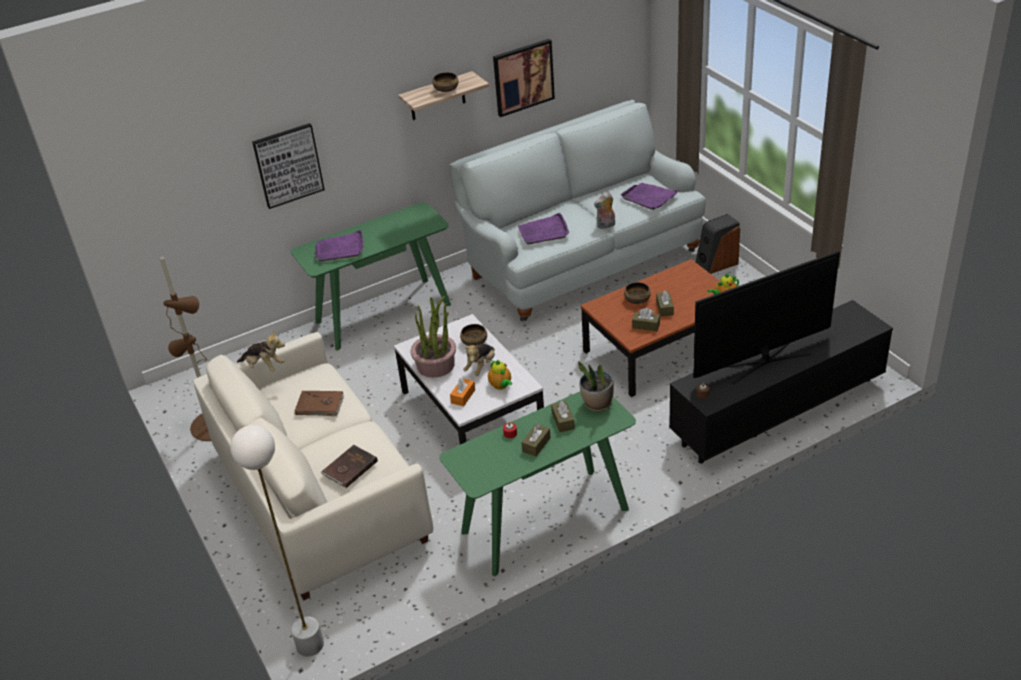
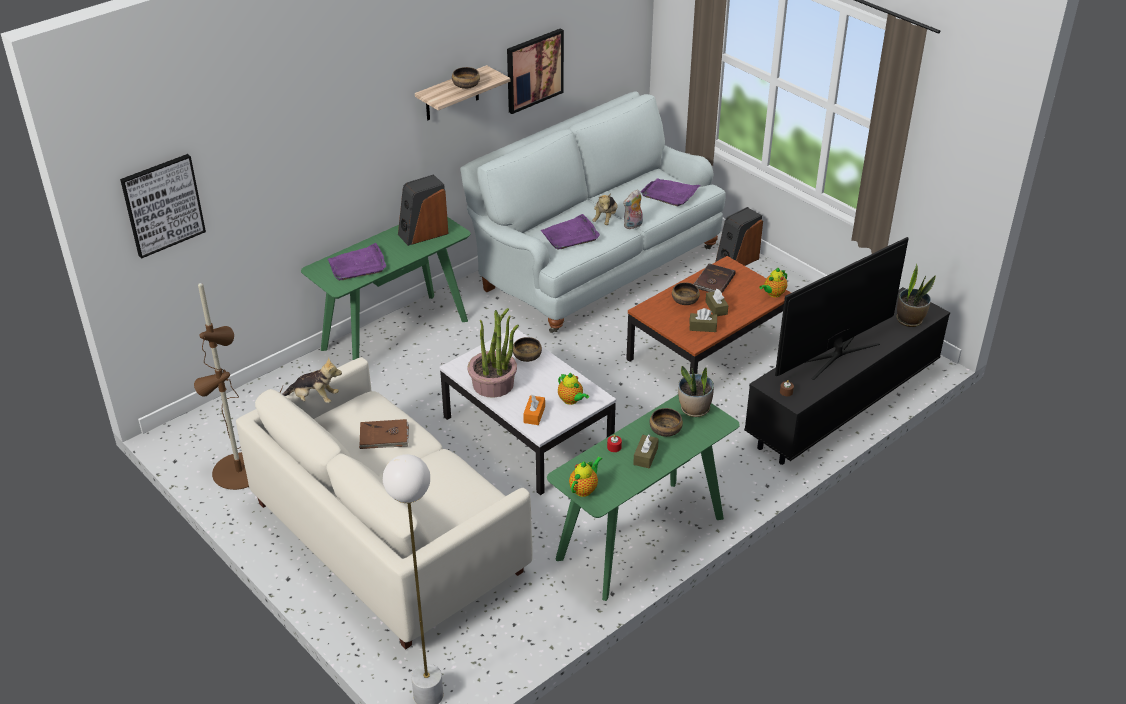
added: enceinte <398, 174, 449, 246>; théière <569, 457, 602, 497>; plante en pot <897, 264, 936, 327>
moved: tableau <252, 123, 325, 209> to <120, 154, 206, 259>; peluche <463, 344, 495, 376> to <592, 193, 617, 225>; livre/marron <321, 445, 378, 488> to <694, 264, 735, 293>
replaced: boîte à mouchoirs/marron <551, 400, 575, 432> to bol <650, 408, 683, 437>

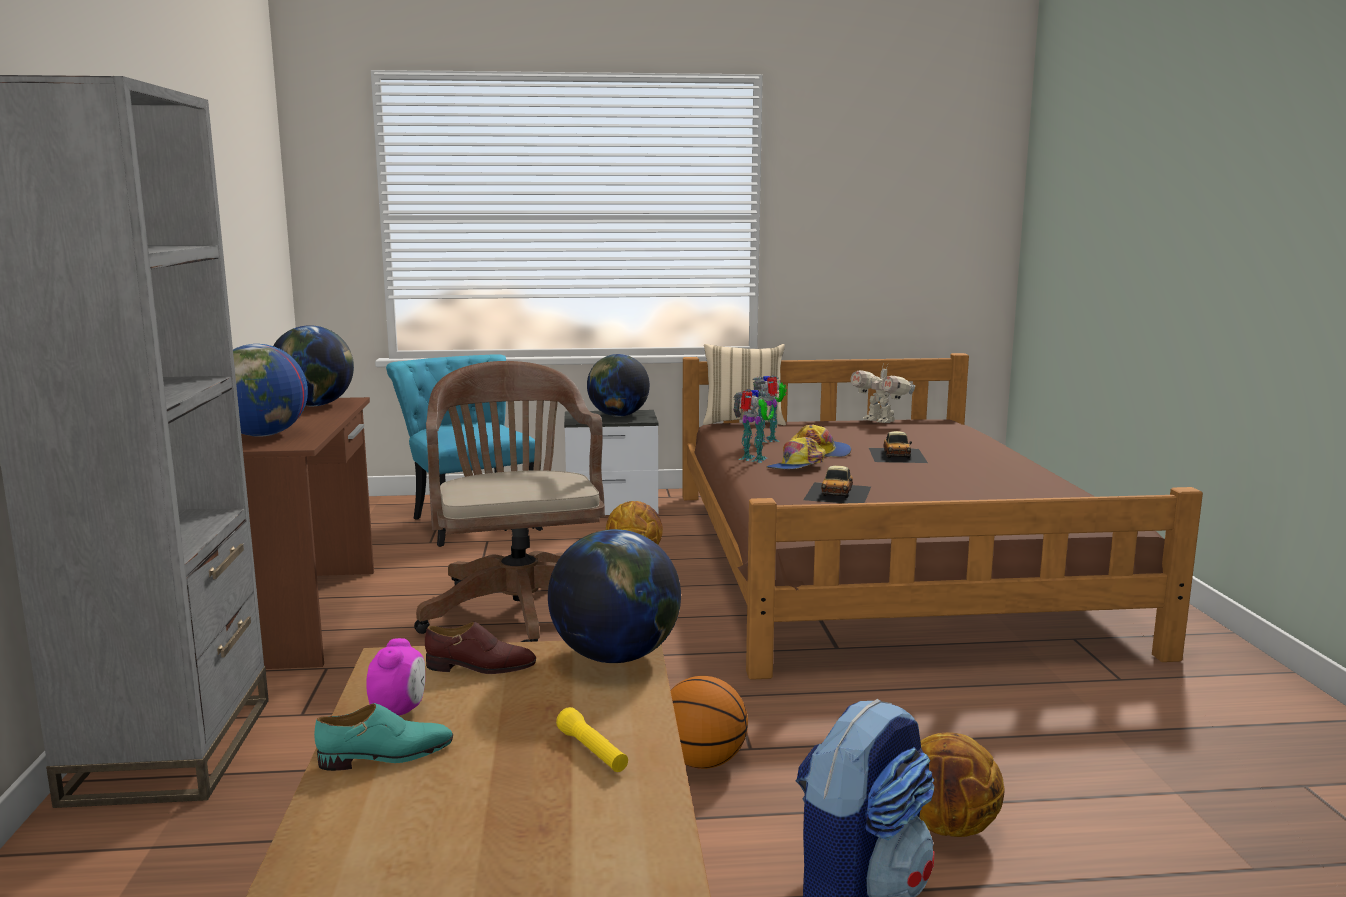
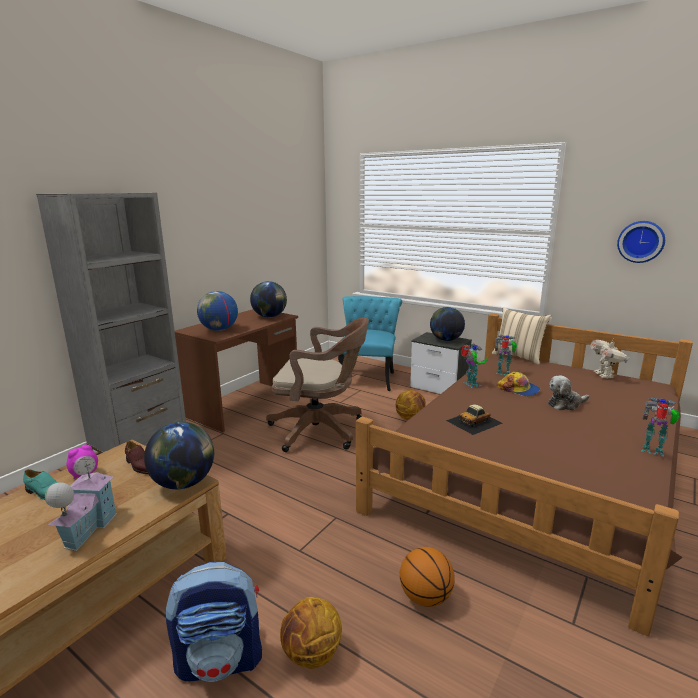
removed: casquette <766, 437, 826, 469>
added: horloge murale <617, 221, 665, 263>; robot jouet <641, 397, 680, 456>
moved: ballon de basket <670, 676, 748, 769> to <400, 547, 455, 607>
replaced: lampe de poche/jaune <556, 707, 628, 772> to maison miniature <45, 456, 117, 551>; petite voiture <869, 431, 928, 463> to peluche <548, 376, 589, 410>
turned: chaise de bureau/marron <414, 361, 605, 642> = <266, 318, 369, 452> 75 degrees clockwise

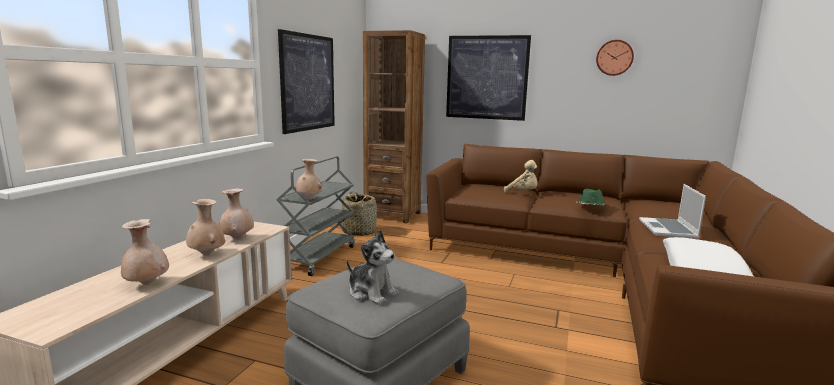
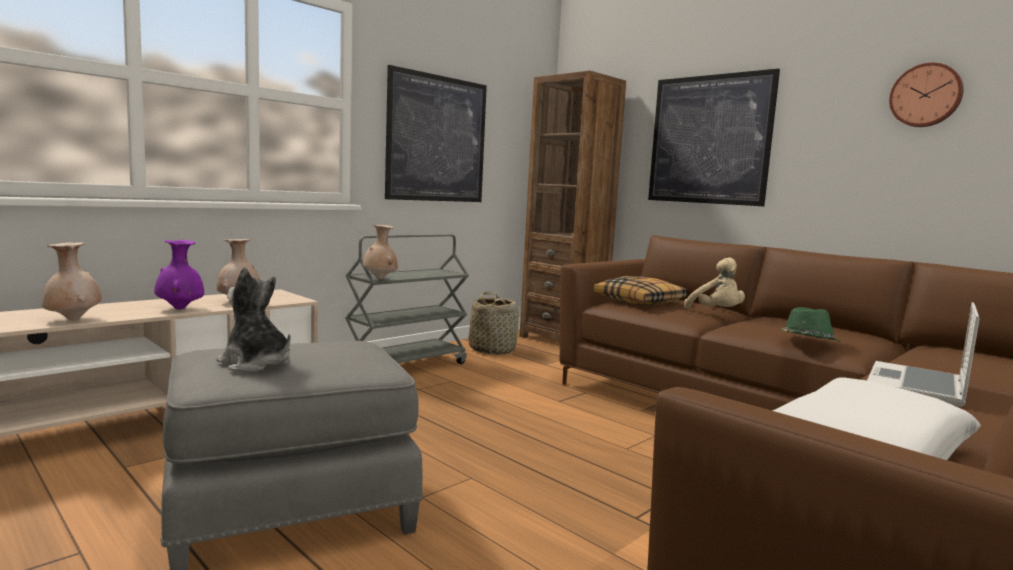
added: coussin <594, 276, 687, 305>
recoloured: vase/beige <186, 199, 225, 256> to vase/violet <154, 240, 204, 310>
turned: peluche <346, 230, 399, 304> = <217, 267, 290, 372> 150 degrees clockwise

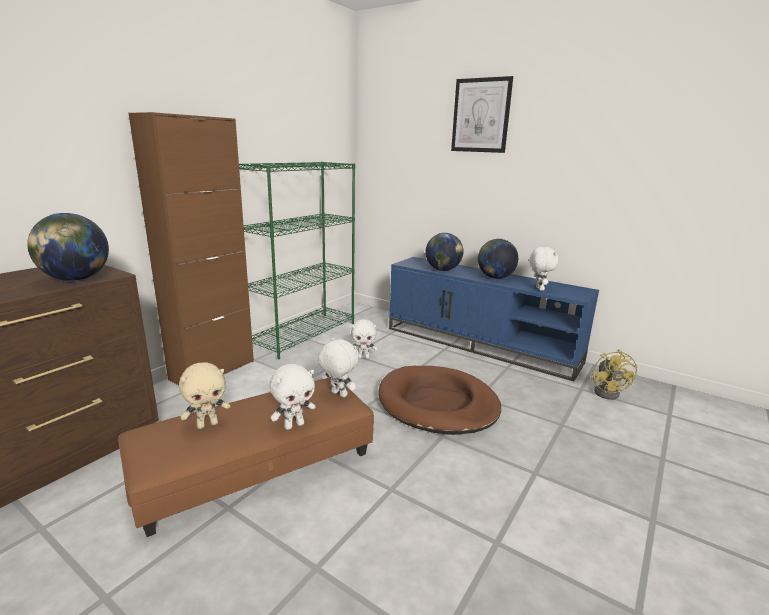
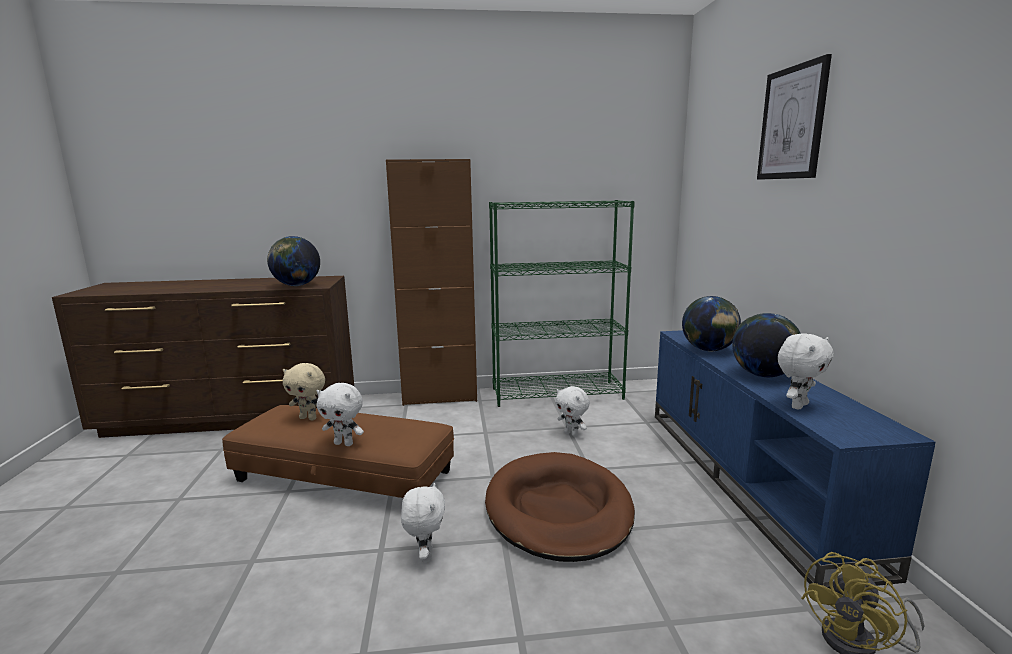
moved: peluche/blanc <318, 337, 359, 397> to <401, 482, 445, 562>

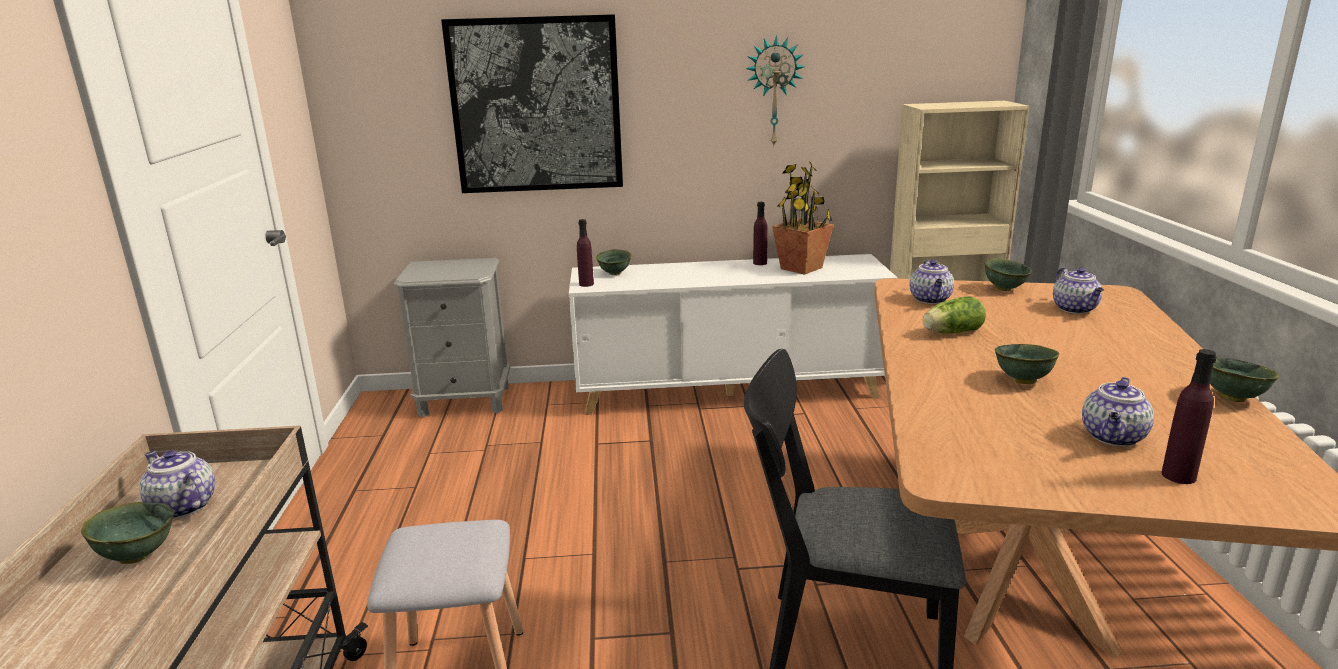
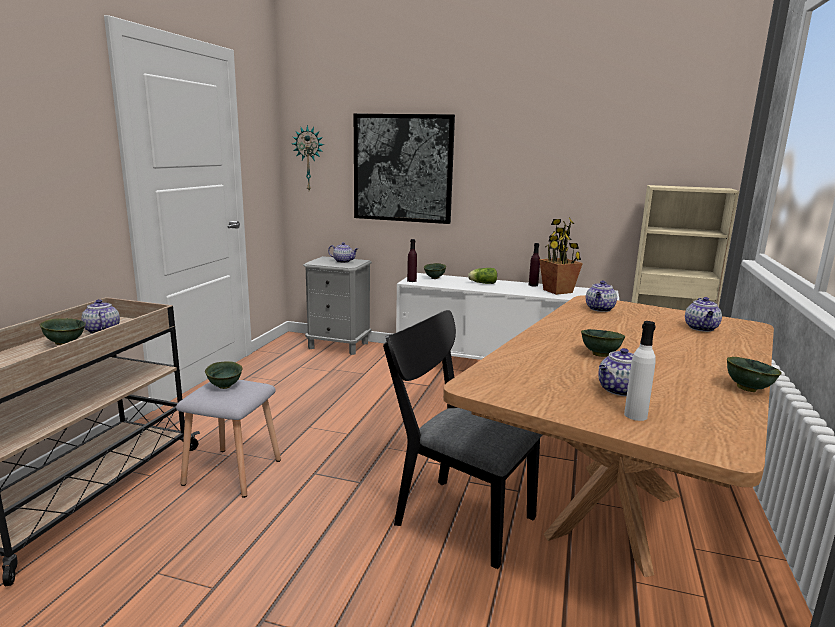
added: théière <328, 242, 358, 263>
moved: bol/vert <985, 258, 1032, 291> to <205, 361, 243, 389>; horloge murale <746, 35, 805, 148> to <292, 125, 324, 190>; laitue <922, 297, 986, 333> to <468, 268, 497, 284>
recoloured: bouteille/violet <1162, 349, 1217, 484> to bouteille/blanc <624, 321, 656, 421>

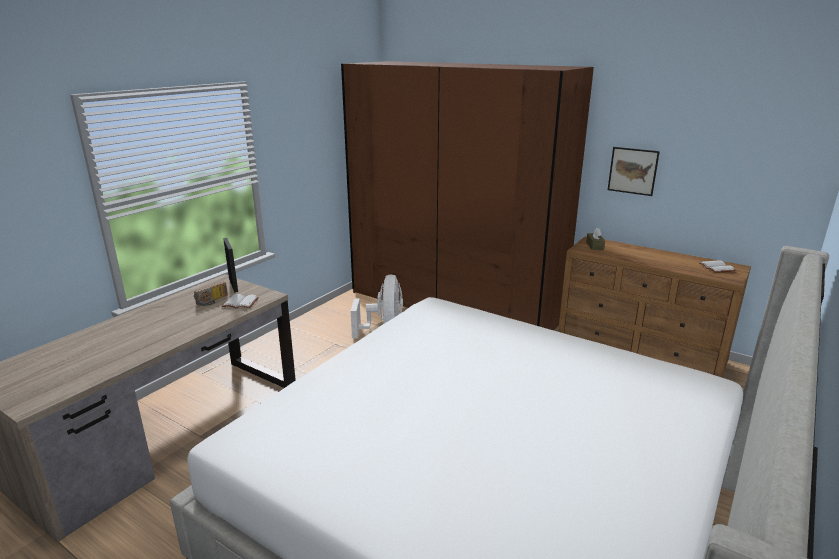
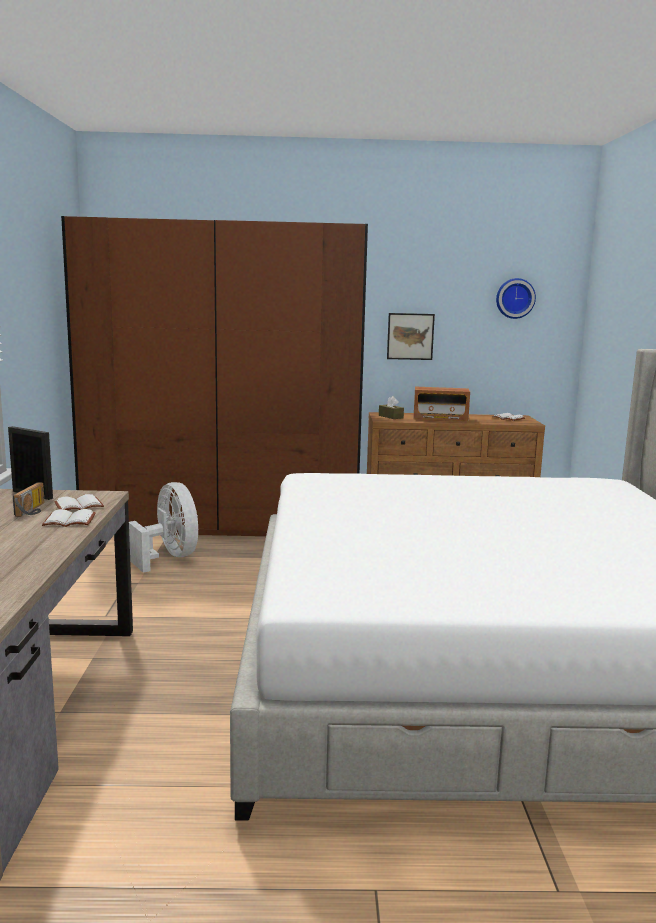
added: livre/blanc <42, 509, 96, 527>; radio <414, 387, 470, 422>; horloge murale <496, 278, 536, 319>

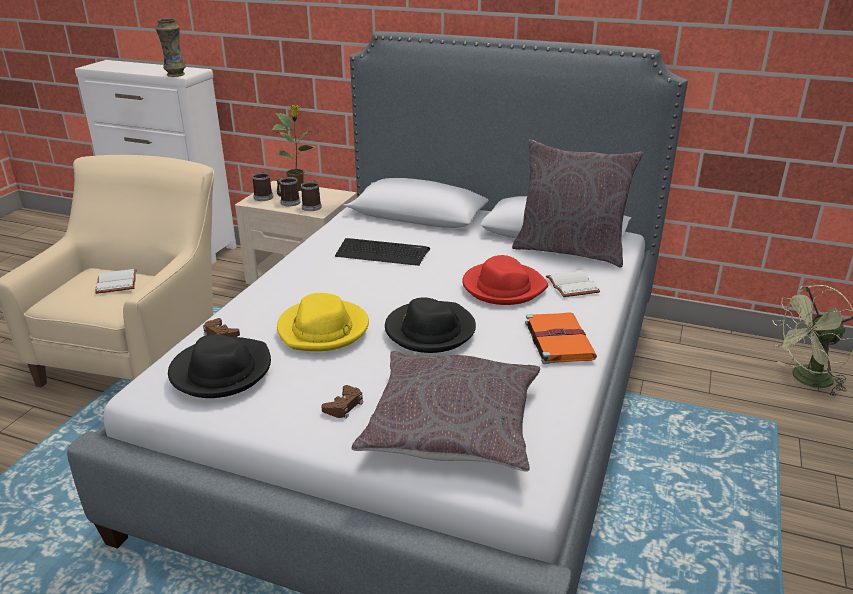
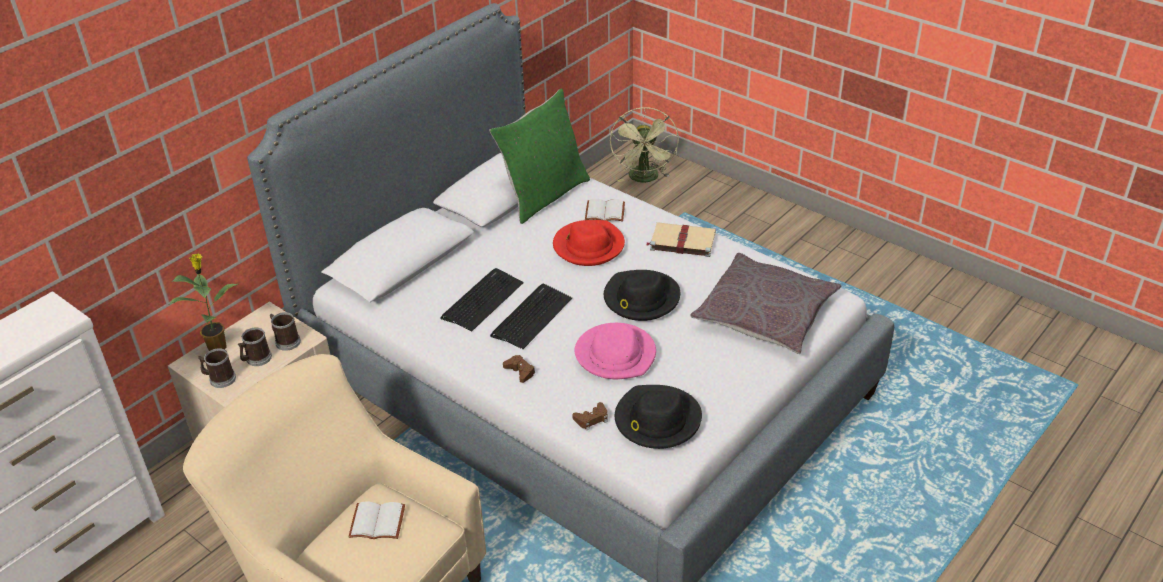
removed: vase <155, 18, 186, 77>
added: clavier <490, 284, 572, 349>
moved: manette/marron <321, 385, 363, 418> to <503, 355, 535, 383>
recoloured: coussin/gris <512, 139, 643, 267> to coussin/vert <489, 89, 590, 224>; chapeau/jaune <277, 293, 369, 352> to chapeau/rose <575, 323, 656, 379>; livre/orange <525, 312, 597, 364> to livre/beige <646, 222, 716, 257>

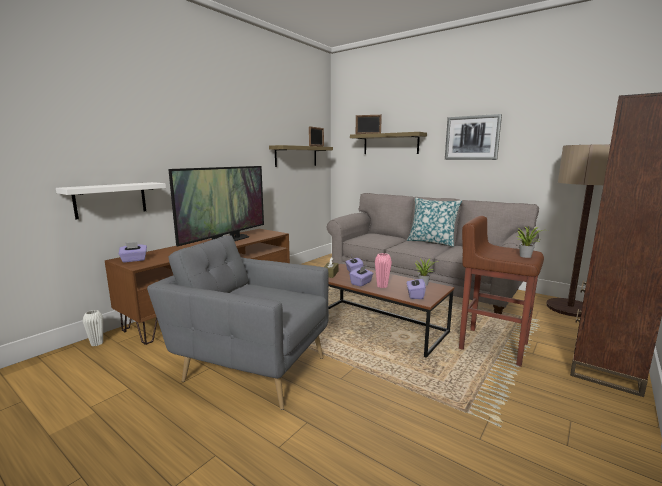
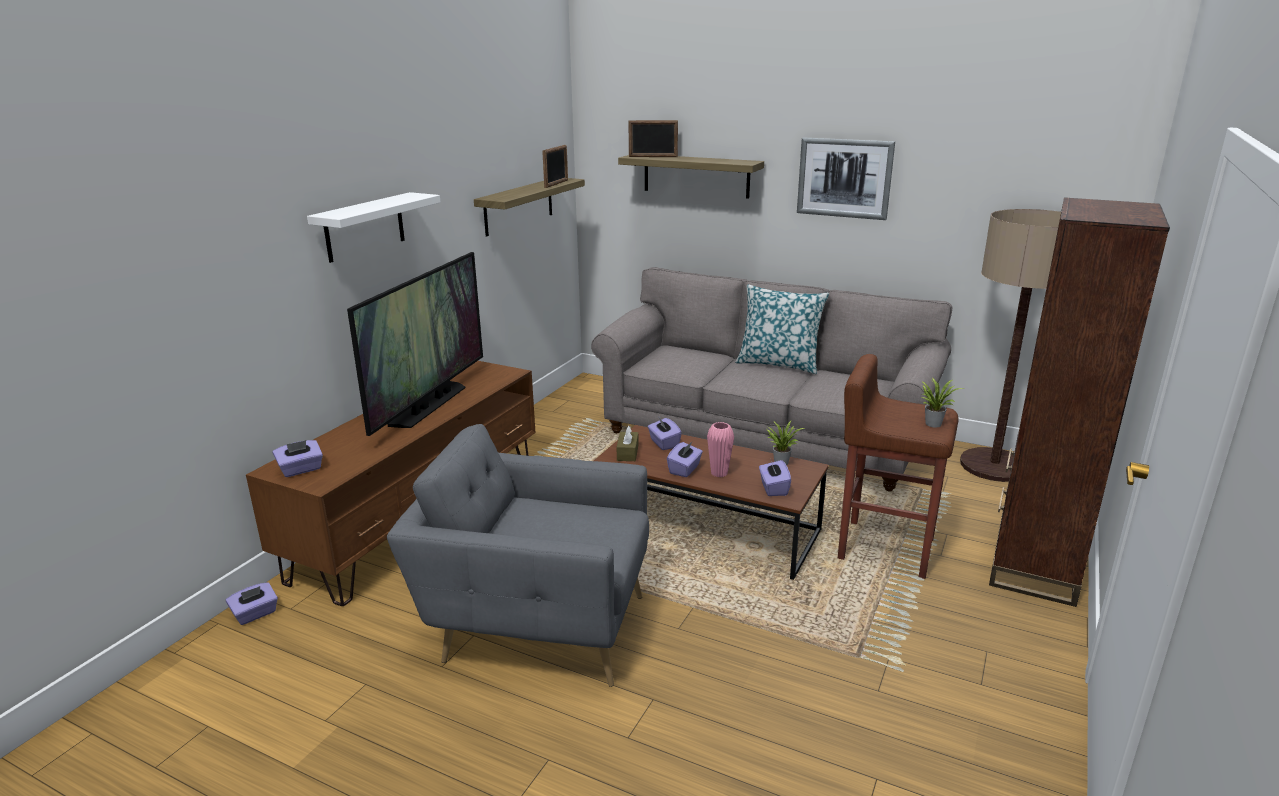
moved: étagère/blanc <56, 182, 166, 219> to <307, 192, 440, 263>
replaced: vase/blanc <83, 310, 103, 346> to boîte à mouchoirs/violet <226, 582, 278, 625>

